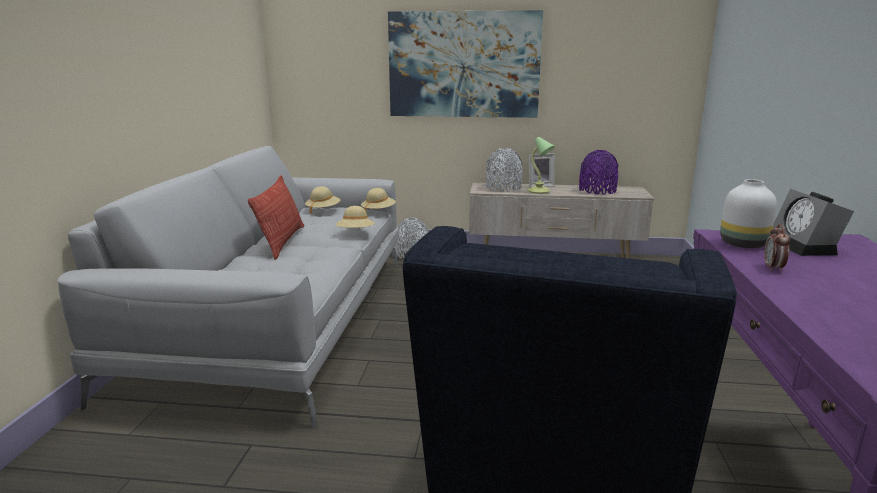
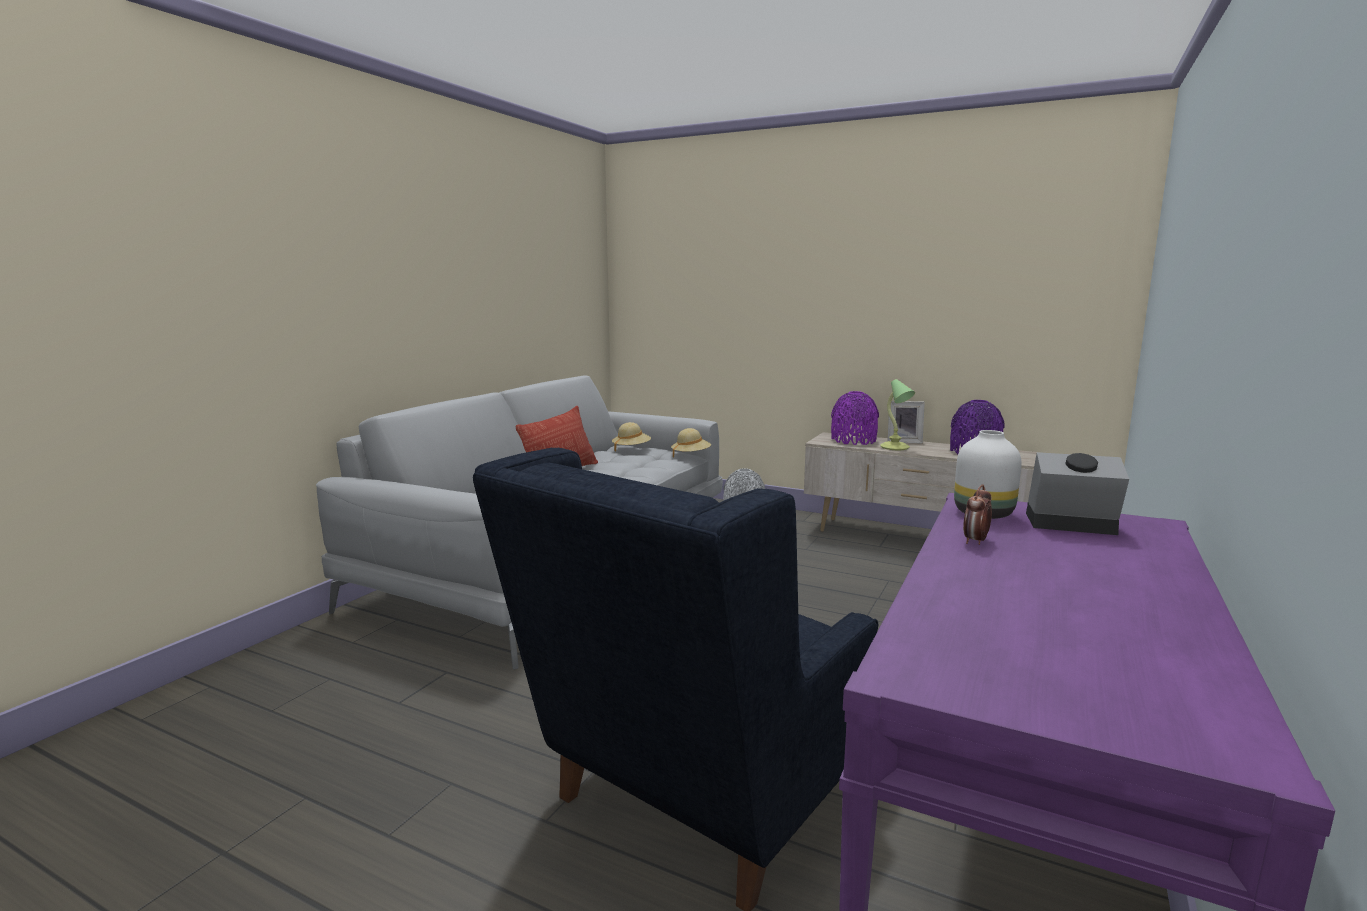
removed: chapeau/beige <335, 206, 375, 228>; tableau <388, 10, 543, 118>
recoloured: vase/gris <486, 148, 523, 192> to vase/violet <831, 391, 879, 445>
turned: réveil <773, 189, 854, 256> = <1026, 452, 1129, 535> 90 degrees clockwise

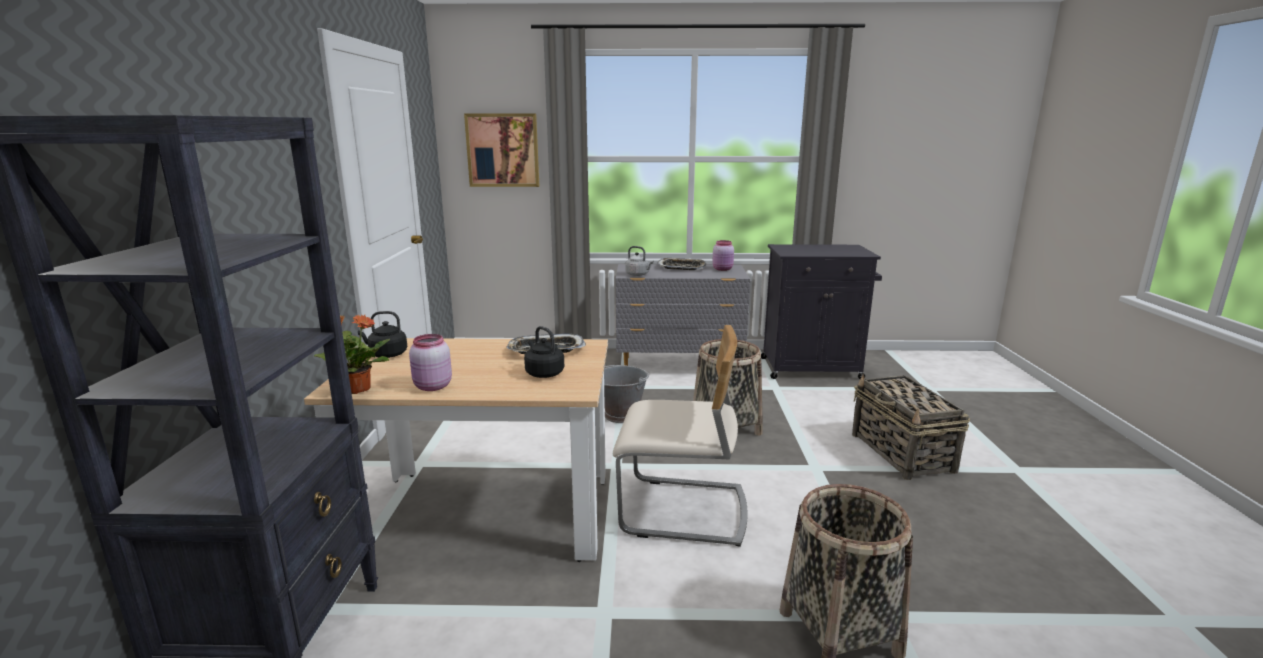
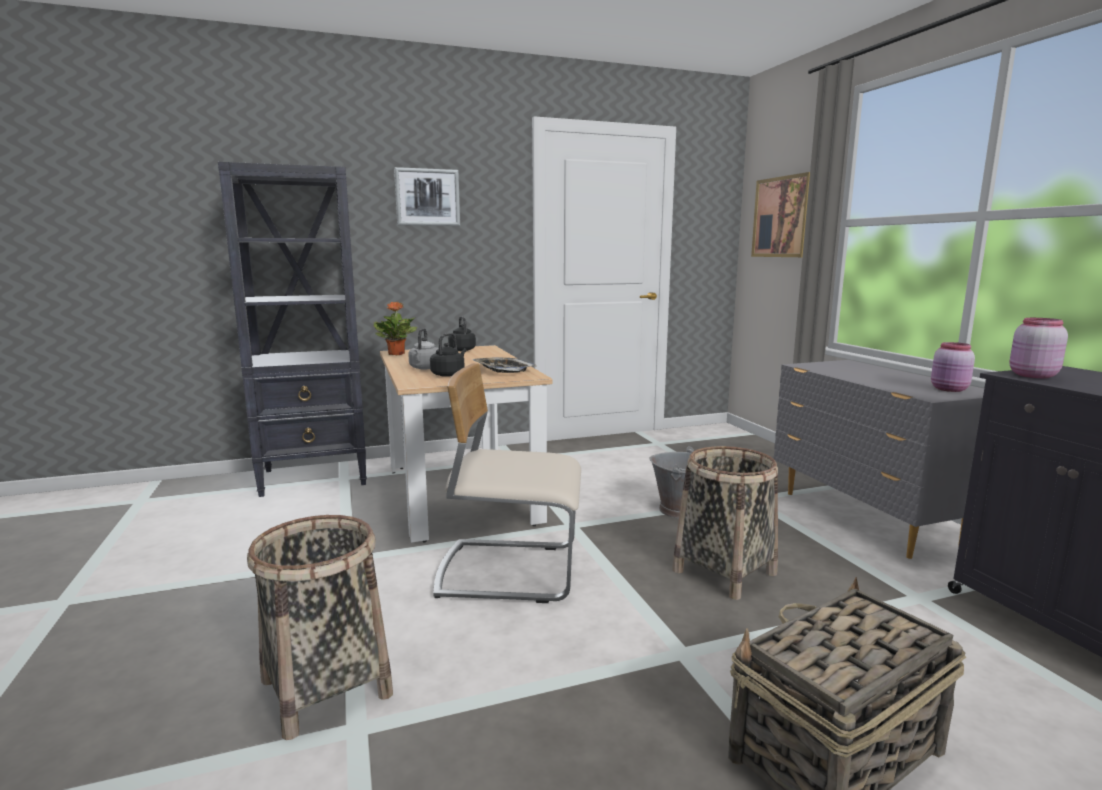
removed: plateau <657, 258, 706, 270>
added: tableau <394, 167, 460, 226>
moved: bouilloire/gris <625, 246, 654, 276> to <408, 328, 439, 369>; bocal/rose <409, 334, 452, 391> to <1009, 318, 1068, 378>
turned: chaise/beige <613, 325, 747, 547> = <433, 363, 581, 603> 105 degrees clockwise

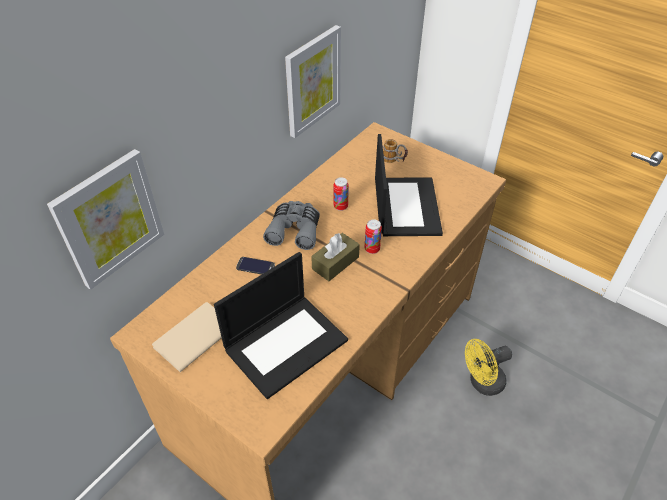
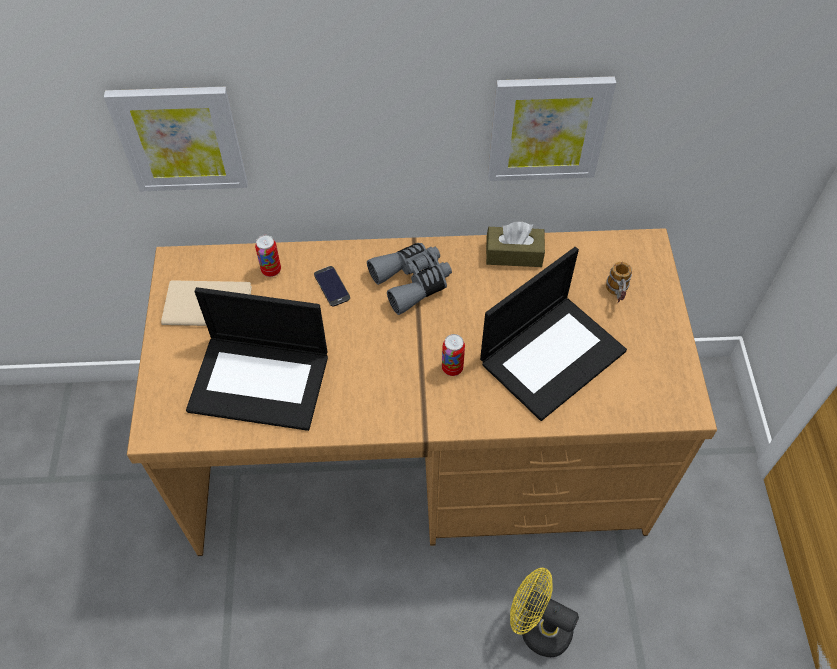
moved: boîte métallique <333, 177, 349, 211> to <255, 235, 281, 277>; boîte à mouchoirs/marron <311, 233, 360, 281> to <486, 222, 545, 267>

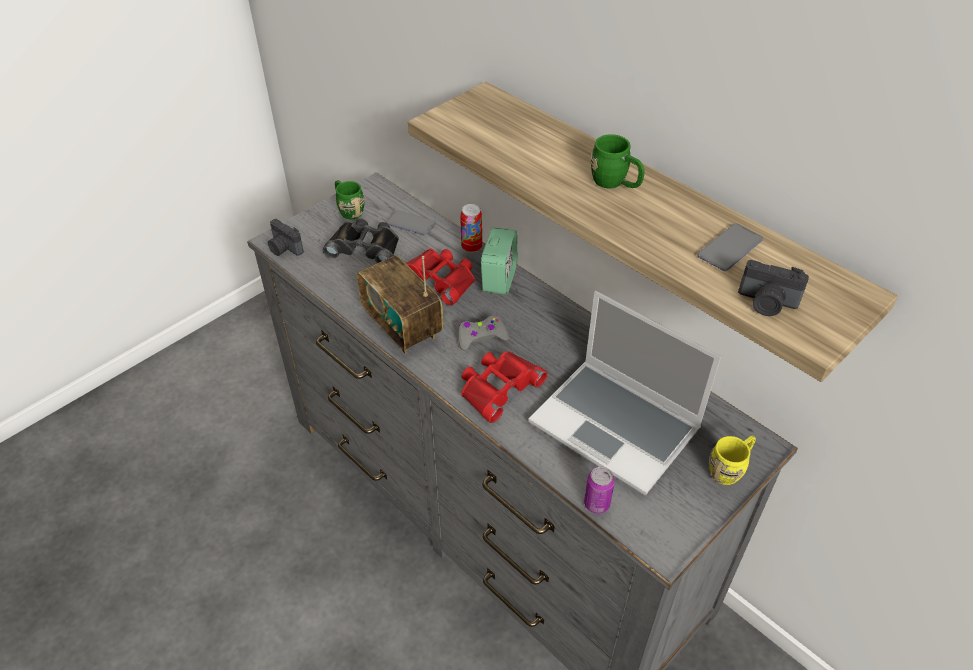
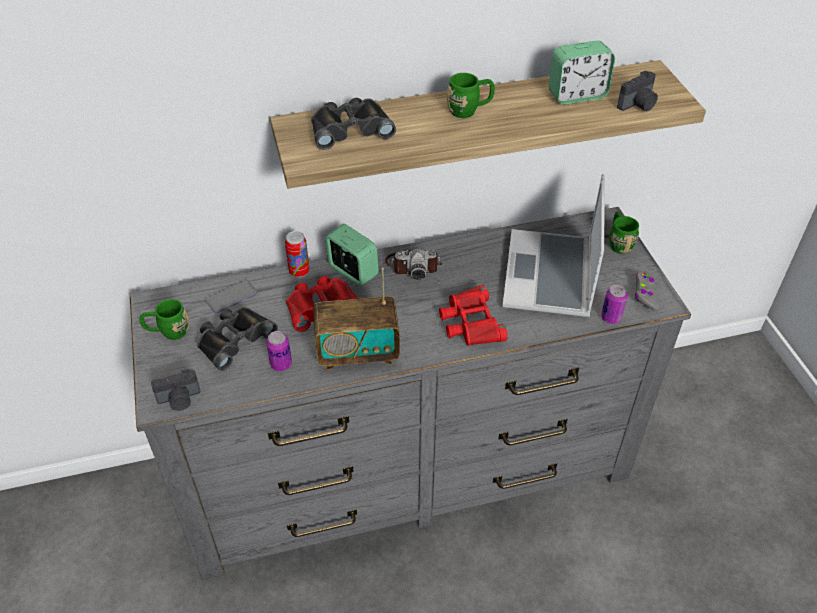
added: boîte métallique <266, 331, 292, 371>; jumelles/noir <311, 98, 396, 150>; appareil photo <385, 248, 442, 280>
moved: manette/gris <458, 315, 509, 351> to <635, 271, 660, 311>
replaced: téléphone <698, 223, 763, 271> to réveil <549, 40, 615, 105>
recoloured: mug/jaune <709, 436, 756, 485> to mug/vert <609, 212, 639, 254>
turned: ordinateur portable <528, 291, 721, 496> = <502, 174, 605, 317> 120 degrees clockwise

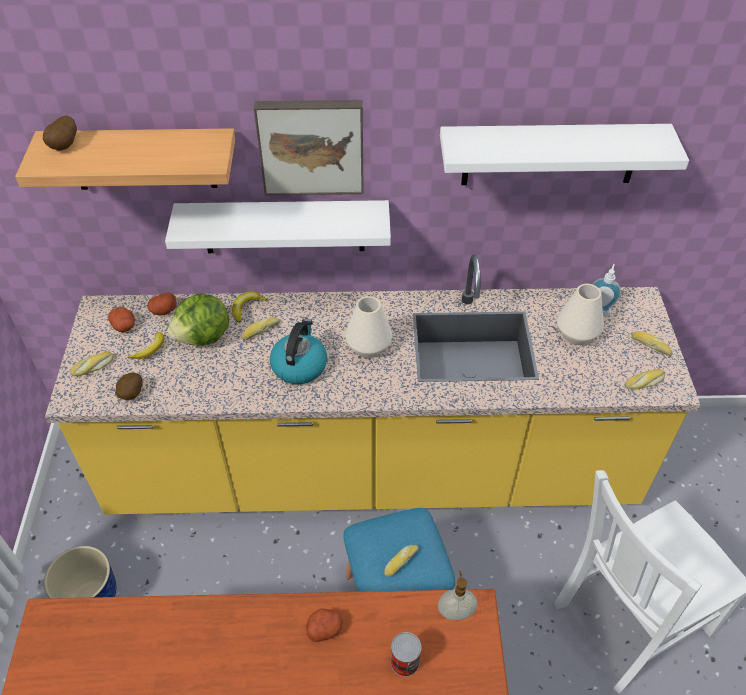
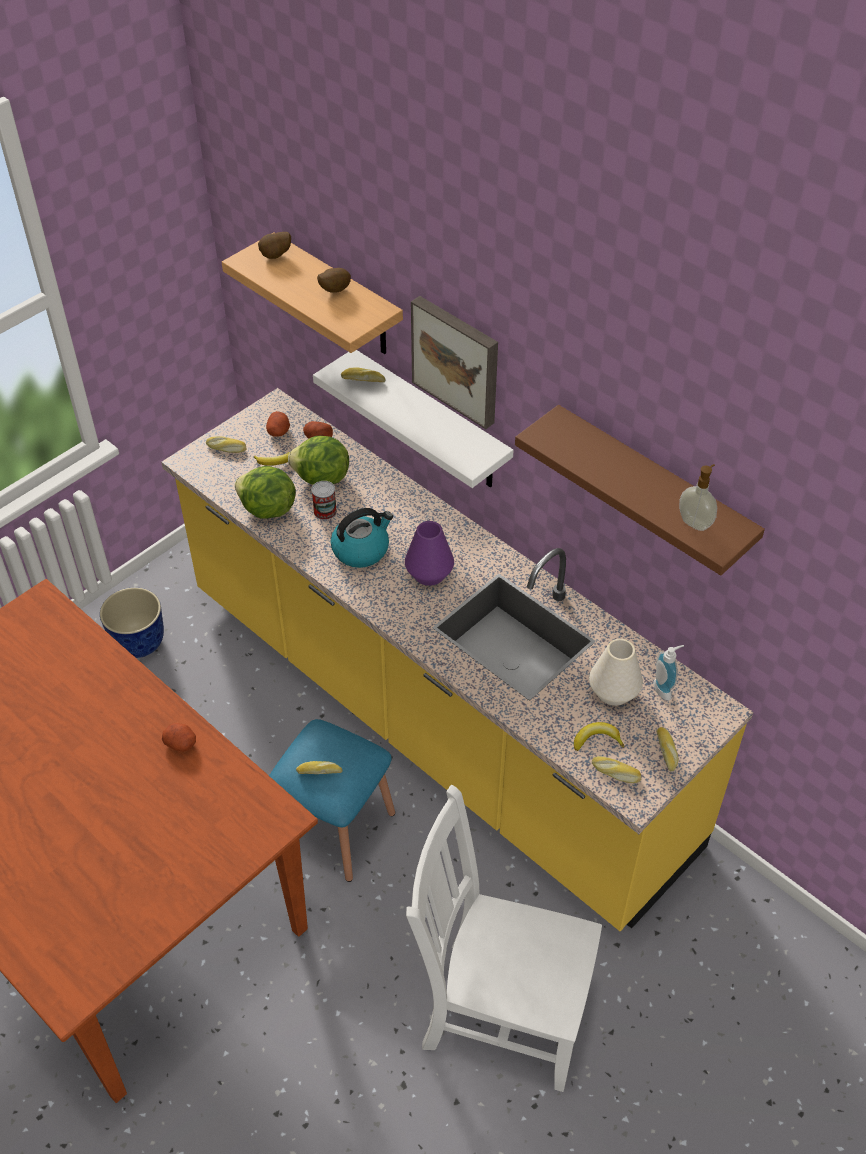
added: laitue <235, 466, 296, 519>
moved: boîte métallique <391, 632, 421, 677> to <311, 481, 337, 520>; pomme de terre <115, 372, 143, 400> to <317, 268, 351, 293>; pain <241, 317, 280, 340> to <341, 367, 386, 382>; banane <232, 291, 268, 323> to <574, 722, 624, 751>; distributeur de savon <438, 571, 478, 620> to <679, 464, 717, 531>
recoloured: vase/blanc <345, 296, 392, 358> to vase/violet <405, 521, 454, 586>; étagère/blanc <440, 124, 689, 185> to étagère/marron <515, 405, 765, 576>

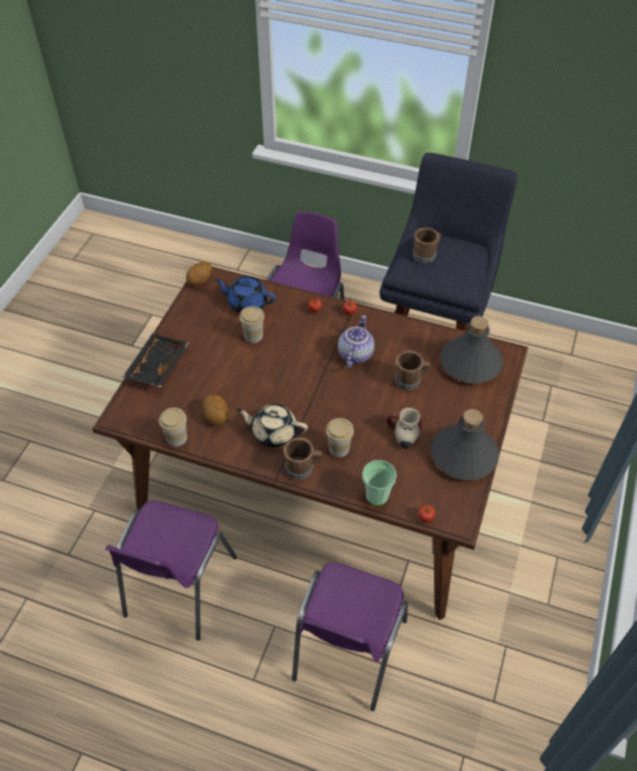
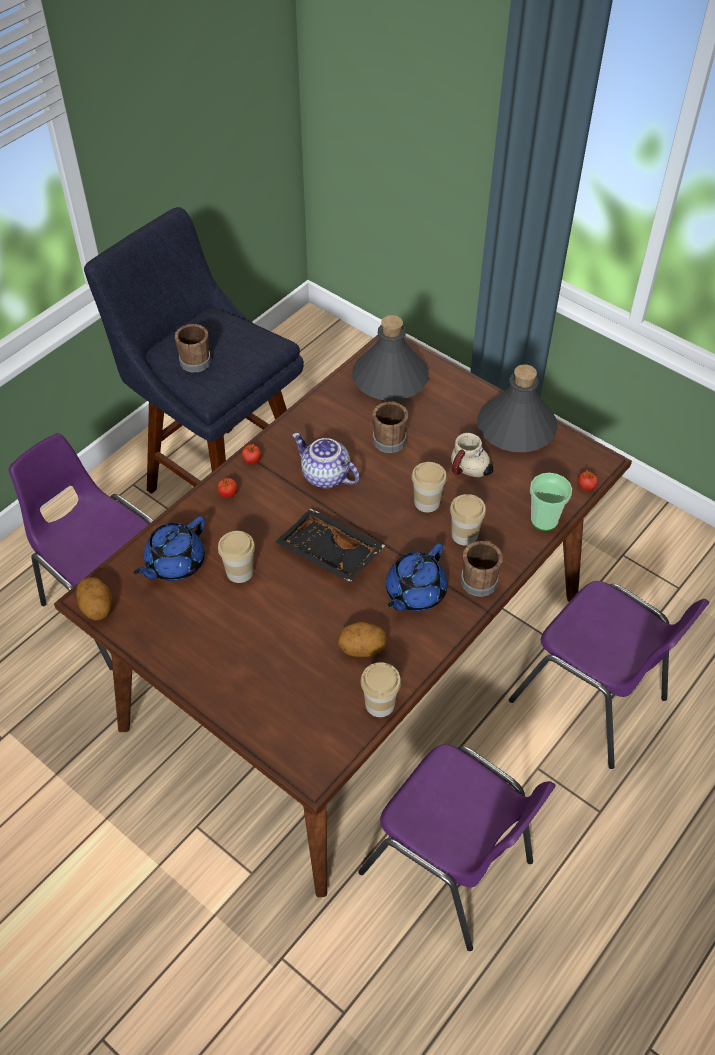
added: tasse <411, 462, 447, 512>
moved: plateau/noir <123, 333, 189, 387> to <275, 508, 385, 582>
recoloured: théière/beige <236, 404, 308, 447> to théière/bleu <386, 543, 447, 611>

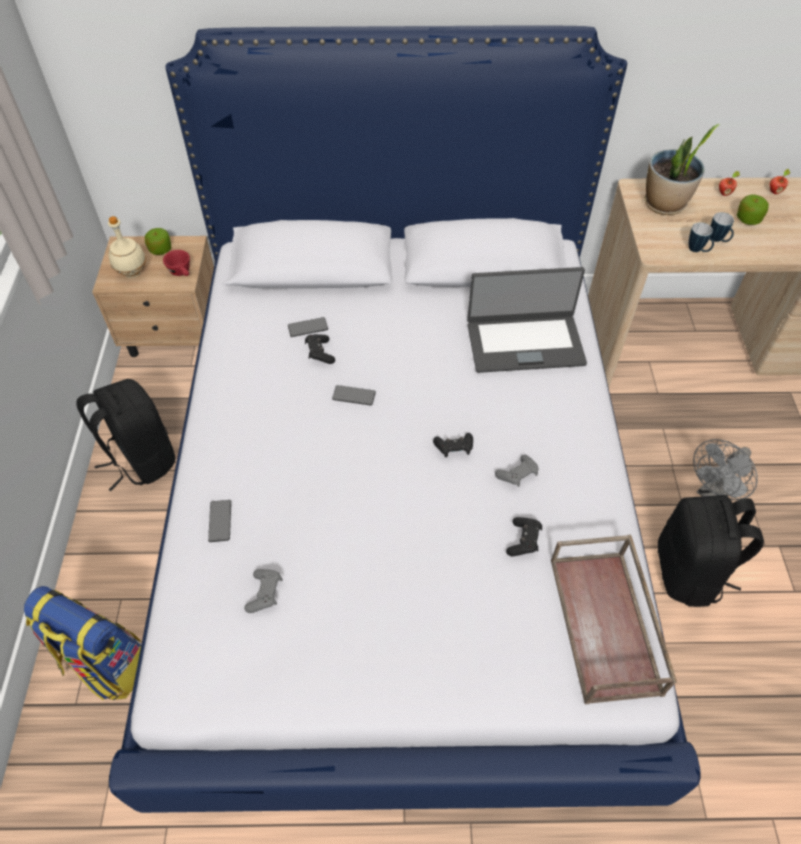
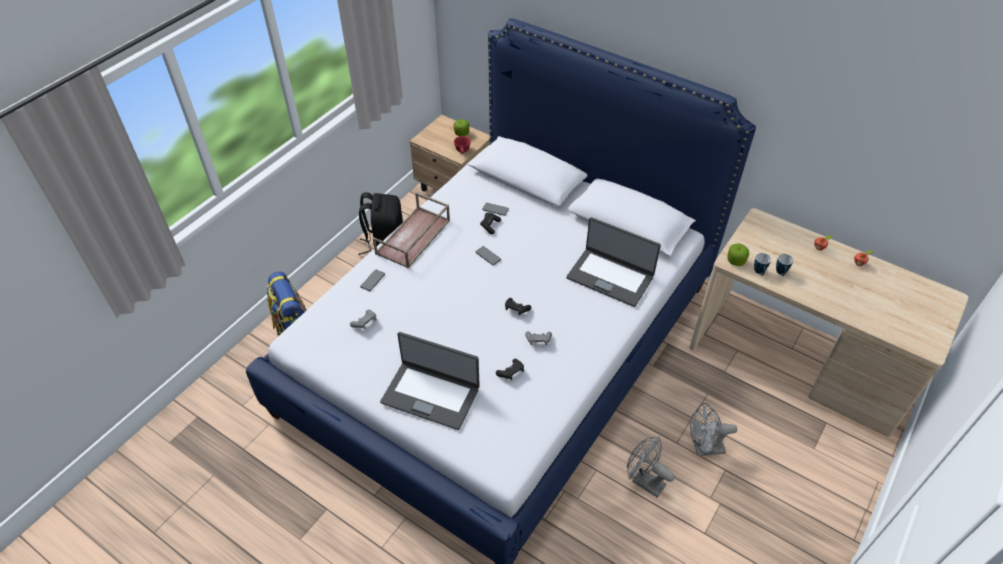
removed: bouteille/beige <108, 216, 146, 278>; plante en pot <645, 124, 720, 215>
added: ordinateur portable <380, 332, 480, 430>
moved: plateau/marron <551, 535, 677, 704> to <373, 192, 450, 268>; pomme <737, 195, 769, 225> to <727, 244, 749, 266>
replaced: sac à dos/noir <658, 495, 764, 607> to ventilateur/gris <627, 436, 675, 498>

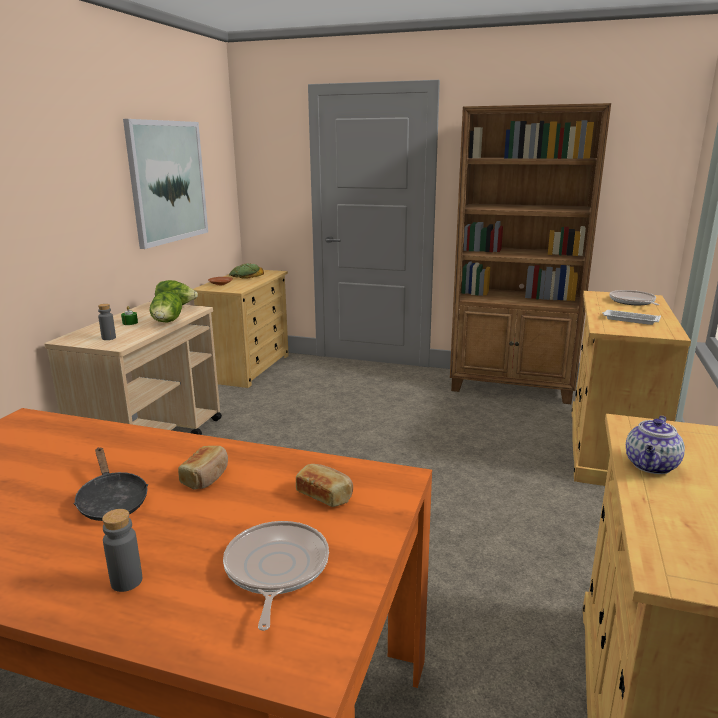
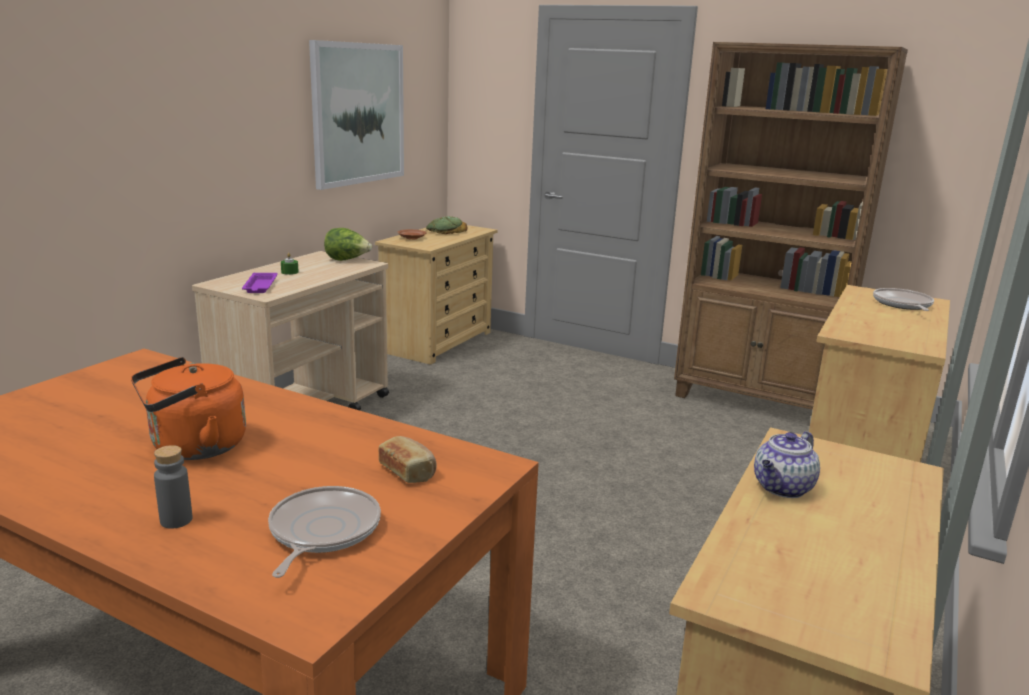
removed: laitue <149, 291, 182, 323>; pain <178, 446, 228, 490>; plateau/blanc <602, 310, 661, 325>
replaced: poêle/noir <73, 447, 148, 521> to bouilloire/orange <131, 357, 246, 460>; bouteille/gris <98, 304, 116, 340> to plateau/violet <242, 273, 278, 293>

